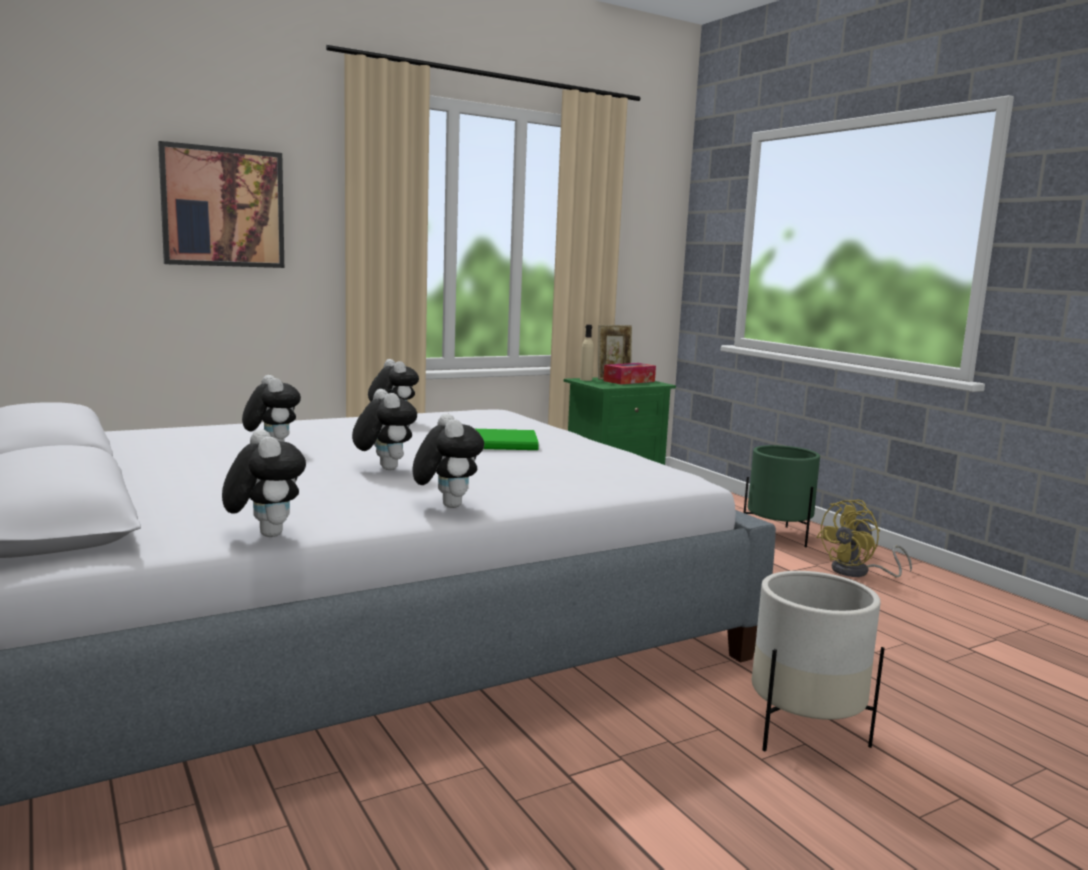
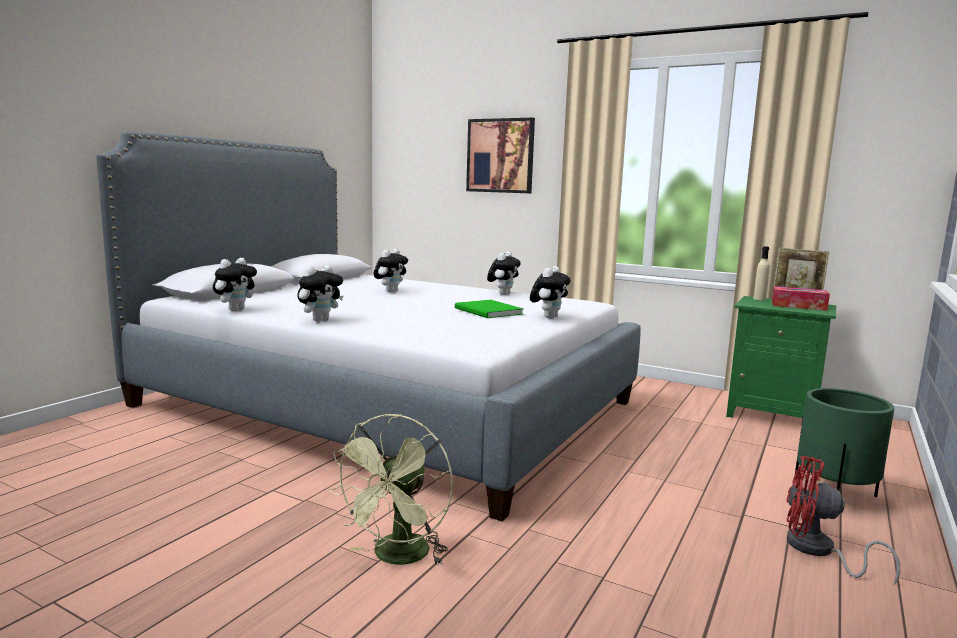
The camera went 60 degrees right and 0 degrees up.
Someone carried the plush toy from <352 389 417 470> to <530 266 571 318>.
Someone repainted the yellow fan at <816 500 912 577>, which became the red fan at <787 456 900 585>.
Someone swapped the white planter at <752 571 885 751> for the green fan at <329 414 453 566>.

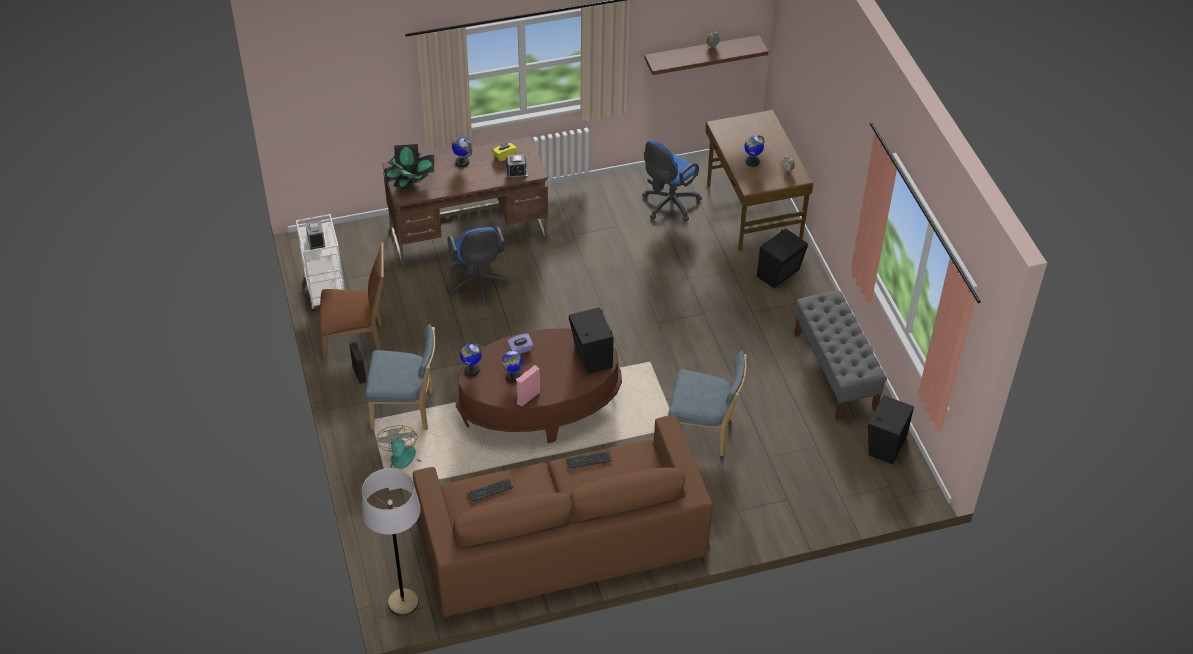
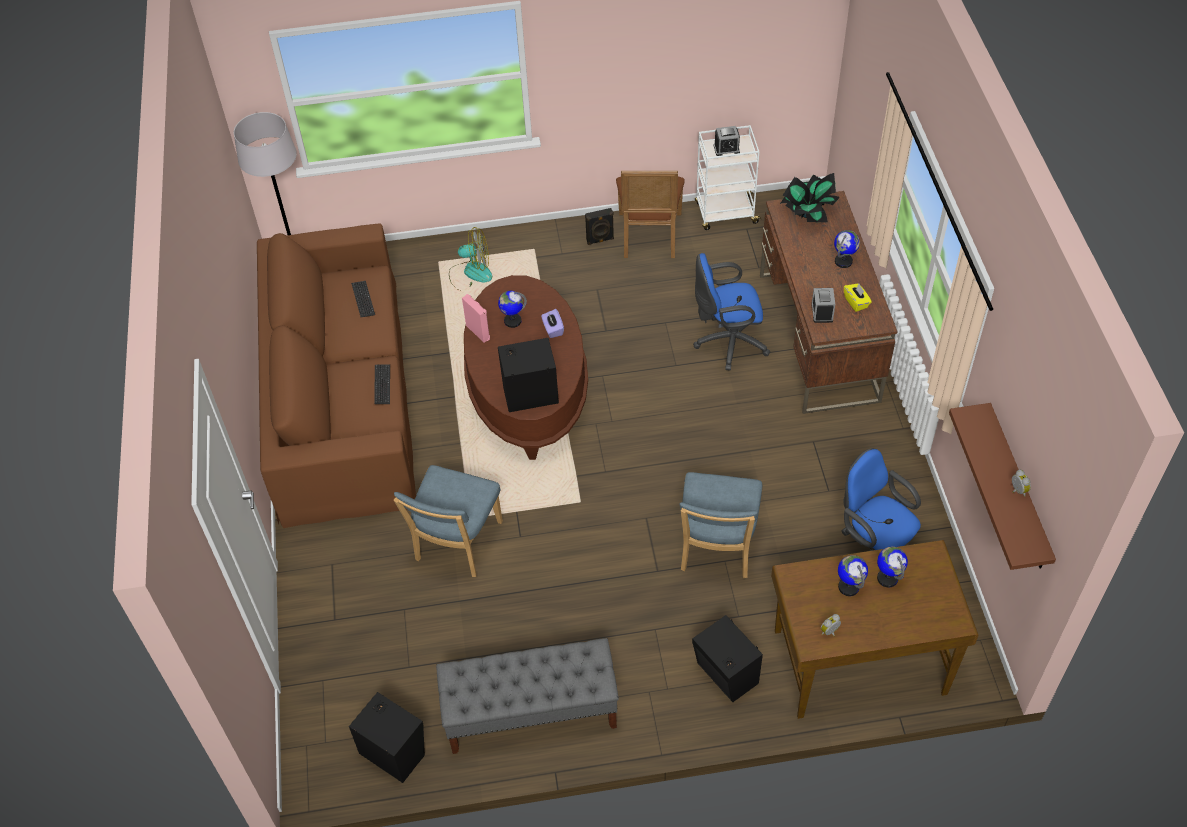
The camera went 100 degrees right and 5 degrees up.
Someone carried the blue chair from <365 324 435 431> to <679 472 762 578>.
Someone carried the globe from <460 344 483 376> to <877 546 908 588>.

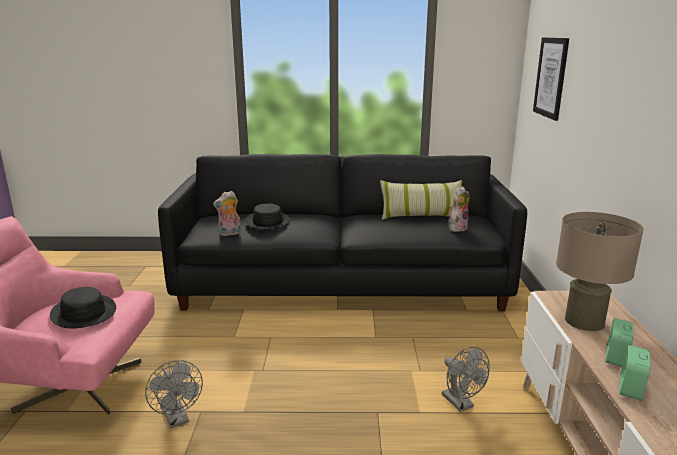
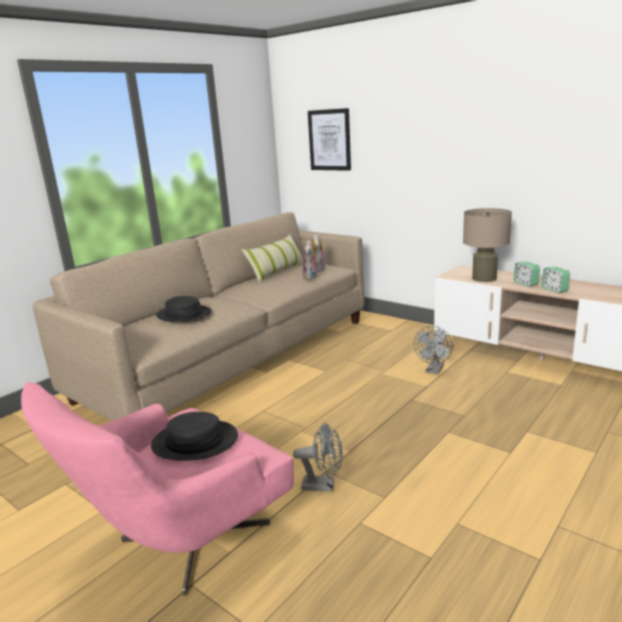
The camera went 50 degrees left and 0 degrees up.
Someone repainted the black sofa at <158 154 527 312>, which became the beige sofa at <33 212 365 421>.
Someone carried the plush toy from <213 191 241 236> to <302 240 319 280>.
Someone rotated the grey fan at <442 347 490 412> by 105 degrees clockwise.

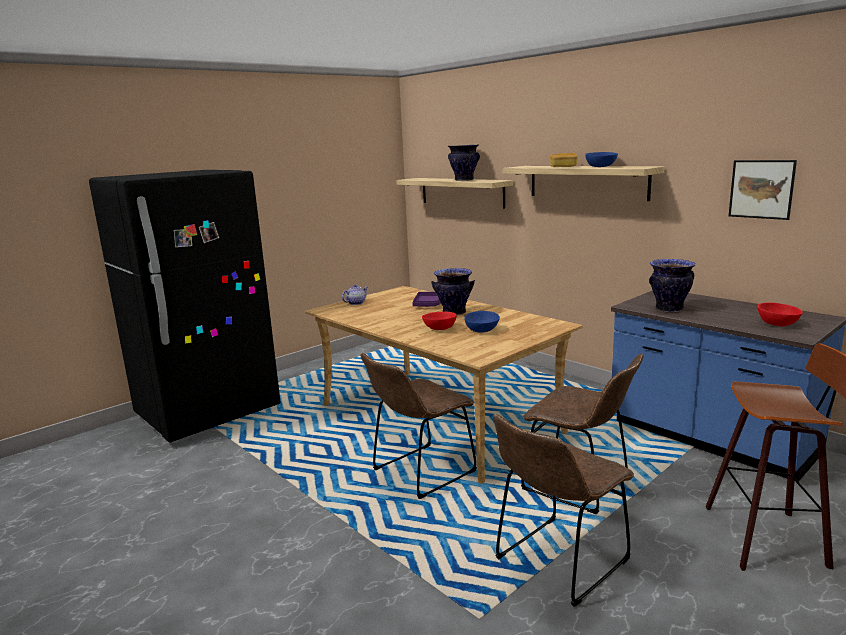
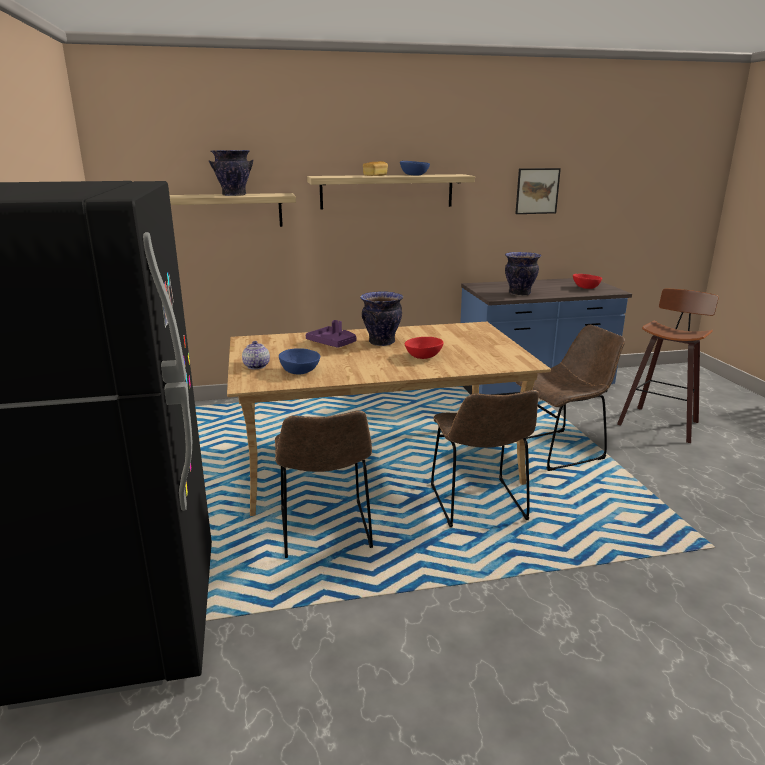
The camera went 60 degrees left and 5 degrees up.
Someone carried the blue bowl from <464 311 500 333> to <279 348 320 375>.
Someone carried the brown chair from <493 415 634 607> to <275 410 373 558>.

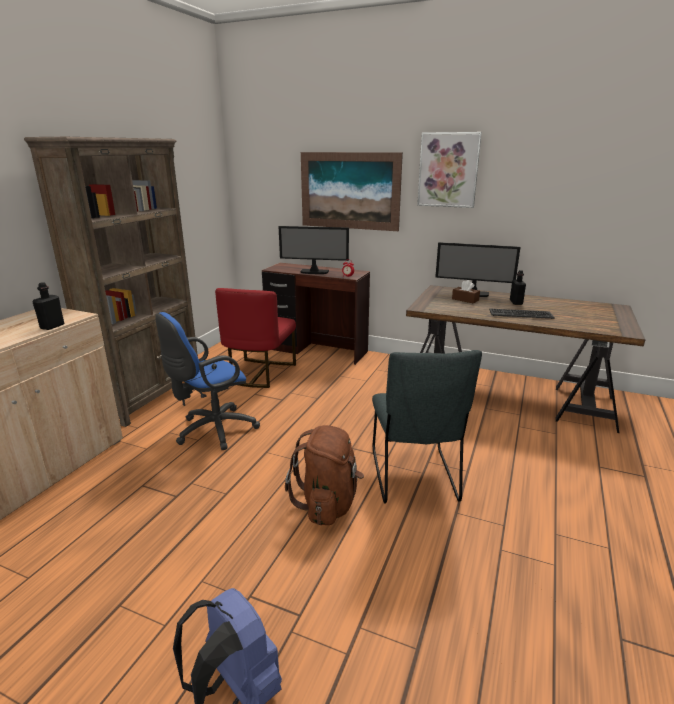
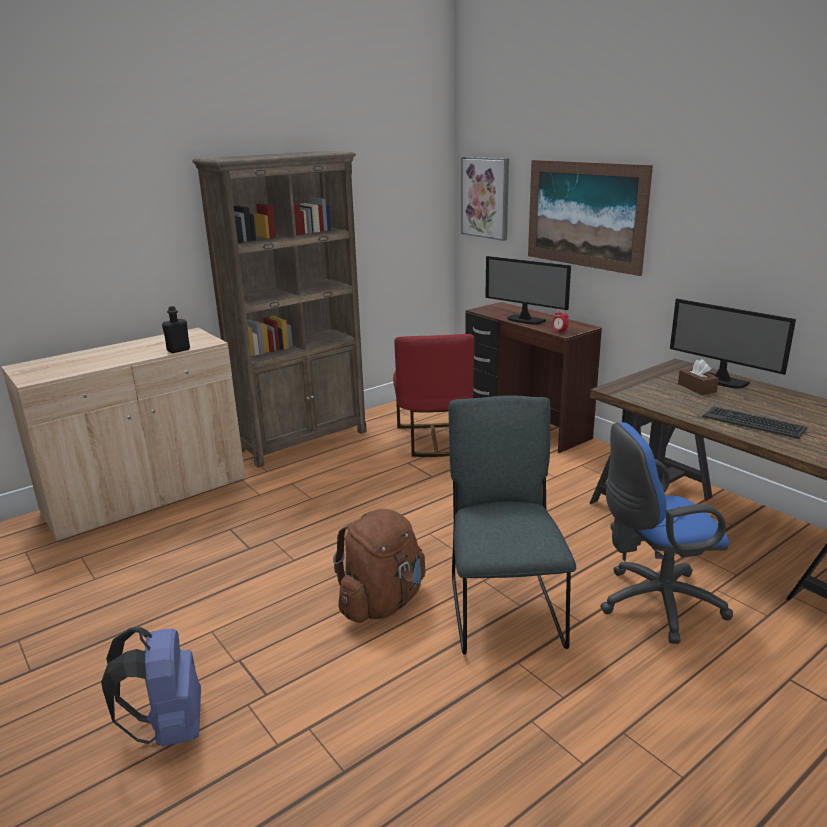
The camera went 30 degrees right and 0 degrees up.
Someone carried the picture from <417 132 482 208> to <461 157 509 241>.
Someone took away the black bottle at <510 270 526 305>.
Someone rotated the red chair at <215 288 296 388> by 45 degrees counterclockwise.
Someone carried the blue office chair from <155 312 260 450> to <600 422 733 644>.
Someone rotated the grey chair at <372 350 482 504> by 150 degrees clockwise.

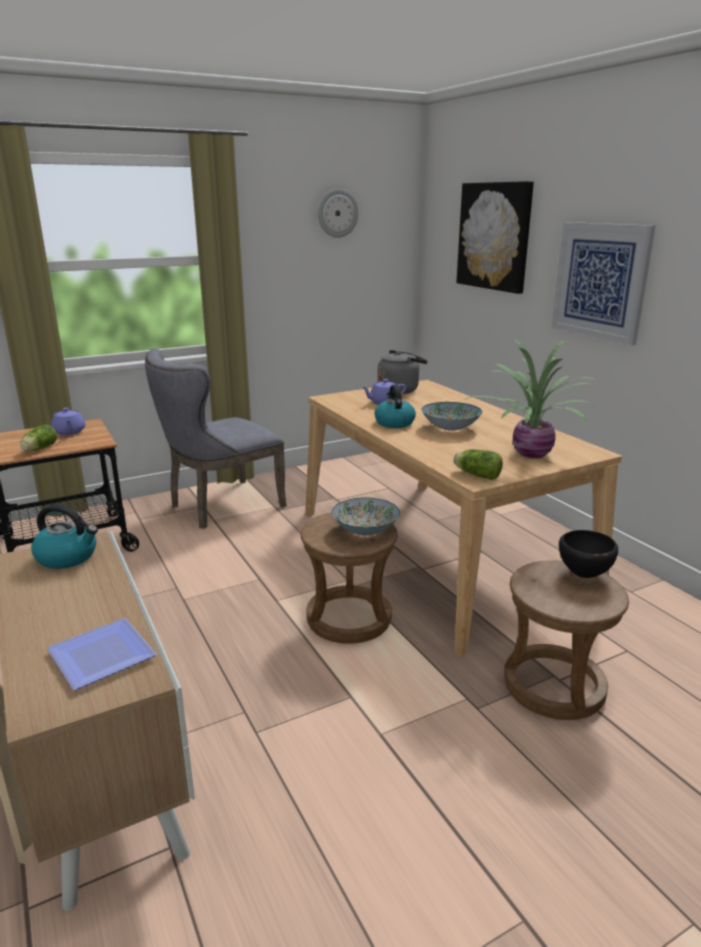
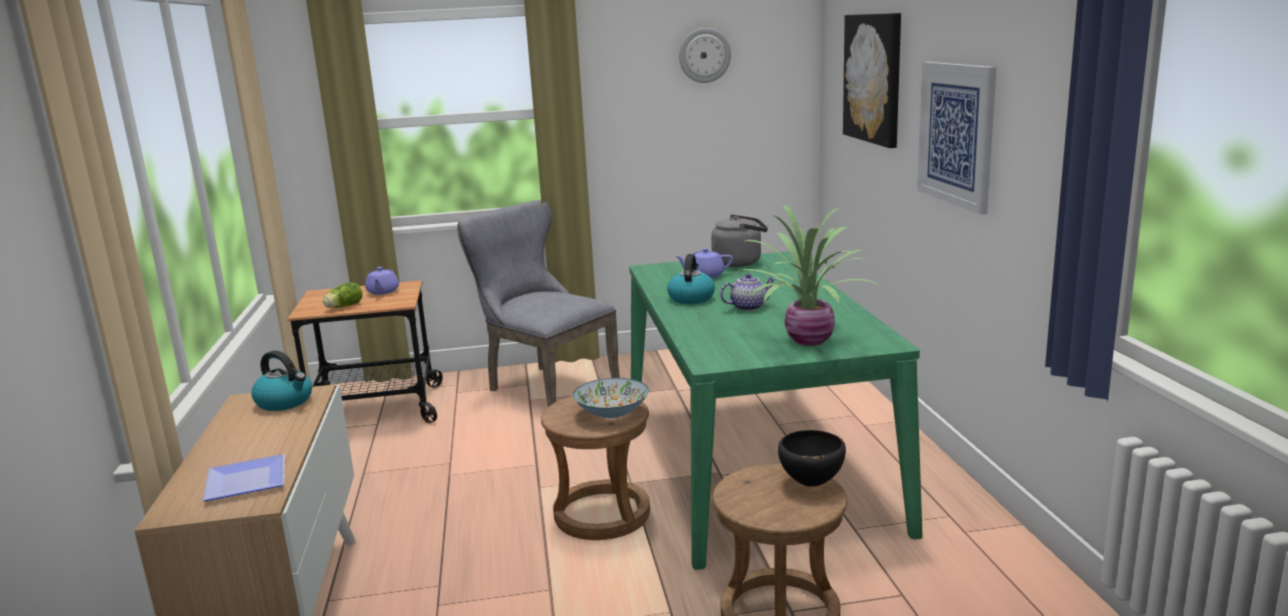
The camera went 20 degrees right and 5 degrees down.
Someone rotated the grey chair at <145 348 287 529> by 60 degrees clockwise.
Someone repainted the beige dining table at <305 380 622 656>, which became the green dining table at <629 252 923 570>.
Someone swapped the bowl at <421 402 482 431> for the teapot at <720 273 775 311>.
Someone took away the lettuce at <453 449 503 480>.

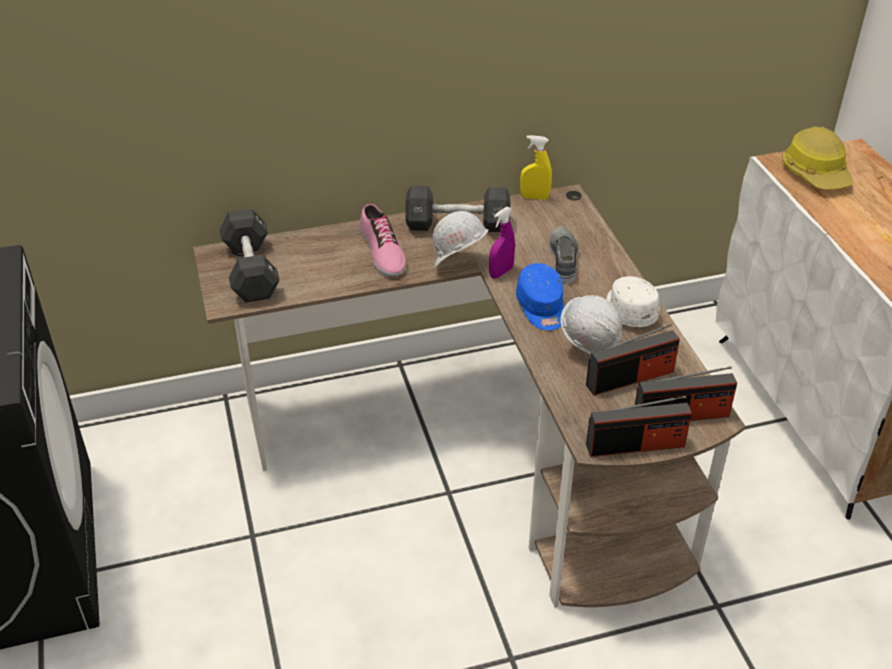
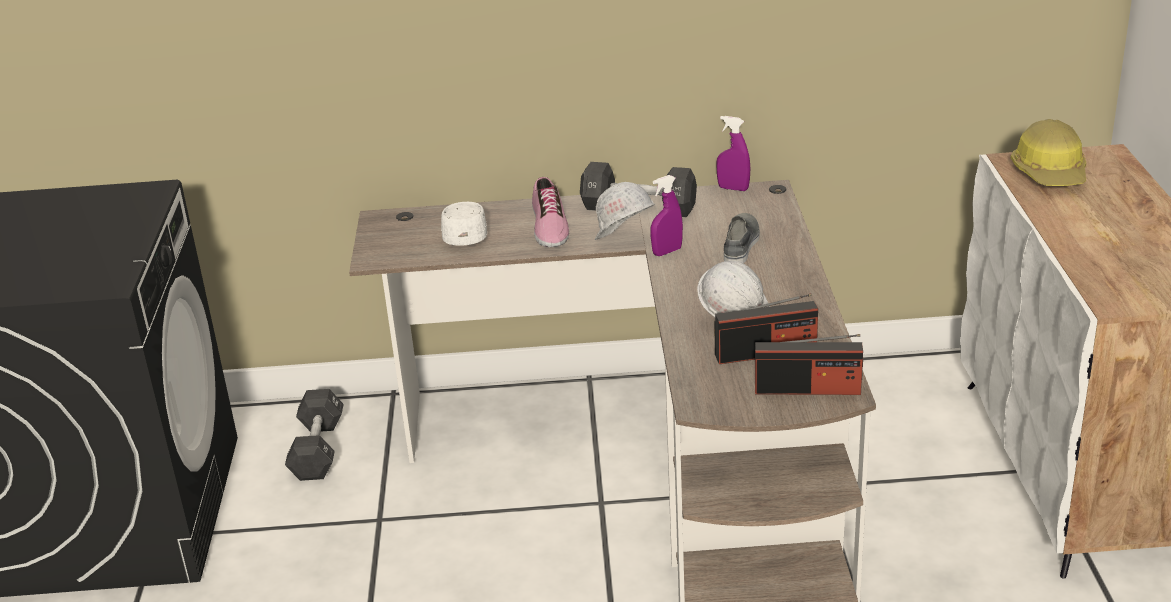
The camera went 15 degrees right and 10 degrees down.
Someone repainted the yellow spray bottle at <520 135 552 200>, which became the purple spray bottle at <716 116 750 191>.
Someone carried the black dumbbell from <220 208 280 303> to <285 389 344 481>.
Someone took away the blue cap at <516 263 564 331>.
Someone carried the white cap from <607 276 659 327> to <441 202 487 246>.
Someone took away the radio at <586 396 692 457>.

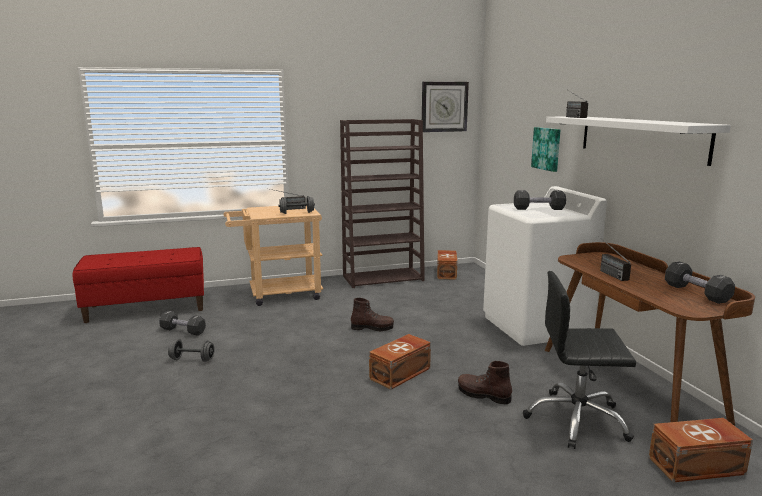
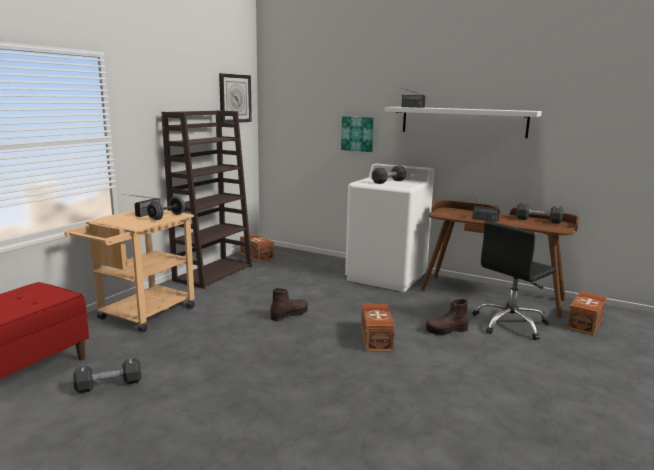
The camera went 45 degrees left and 0 degrees up.
Someone took away the grey dumbbell at <168 339 215 362>.

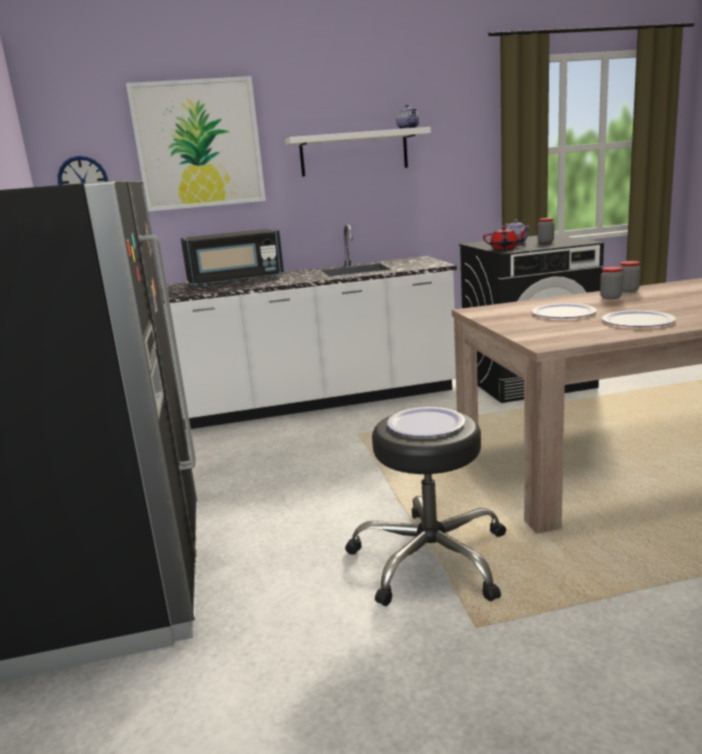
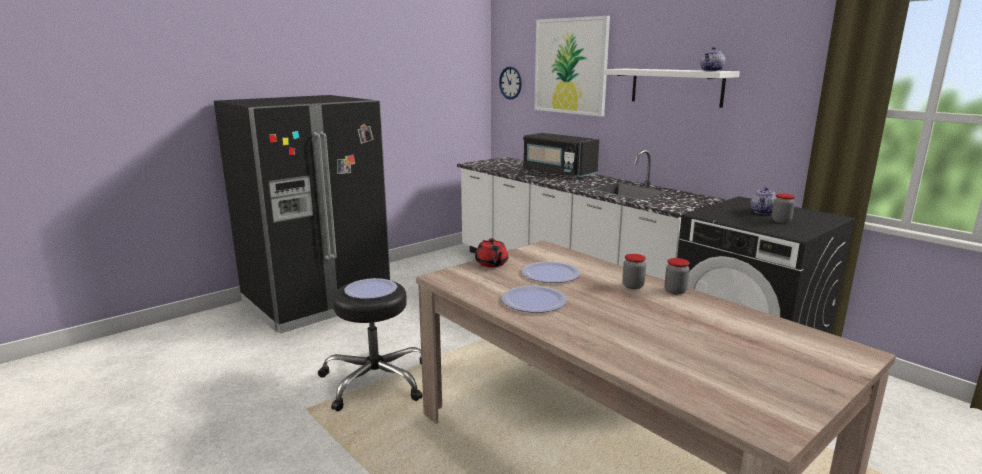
The camera went 60 degrees right and 0 degrees up.
Someone carried the red teapot from <483 226 529 249> to <475 238 508 267>.

